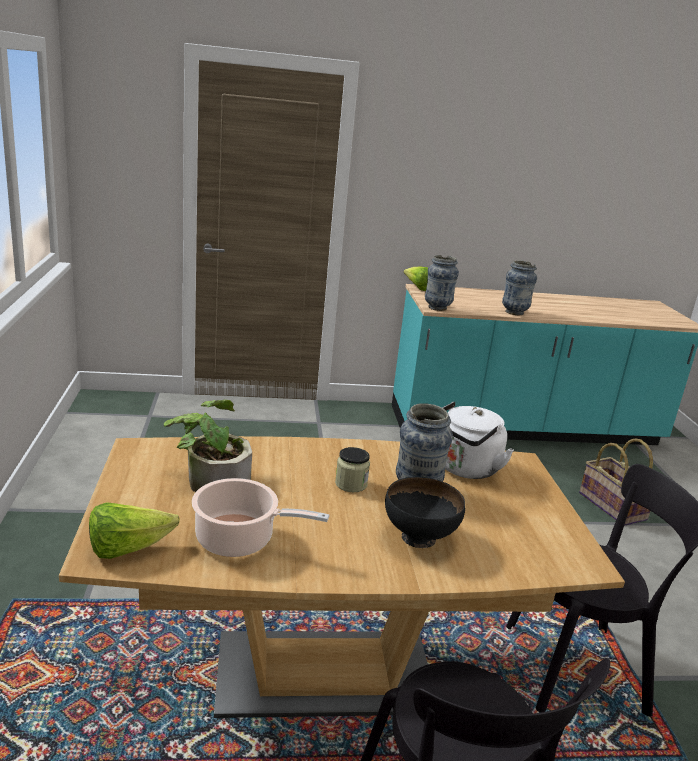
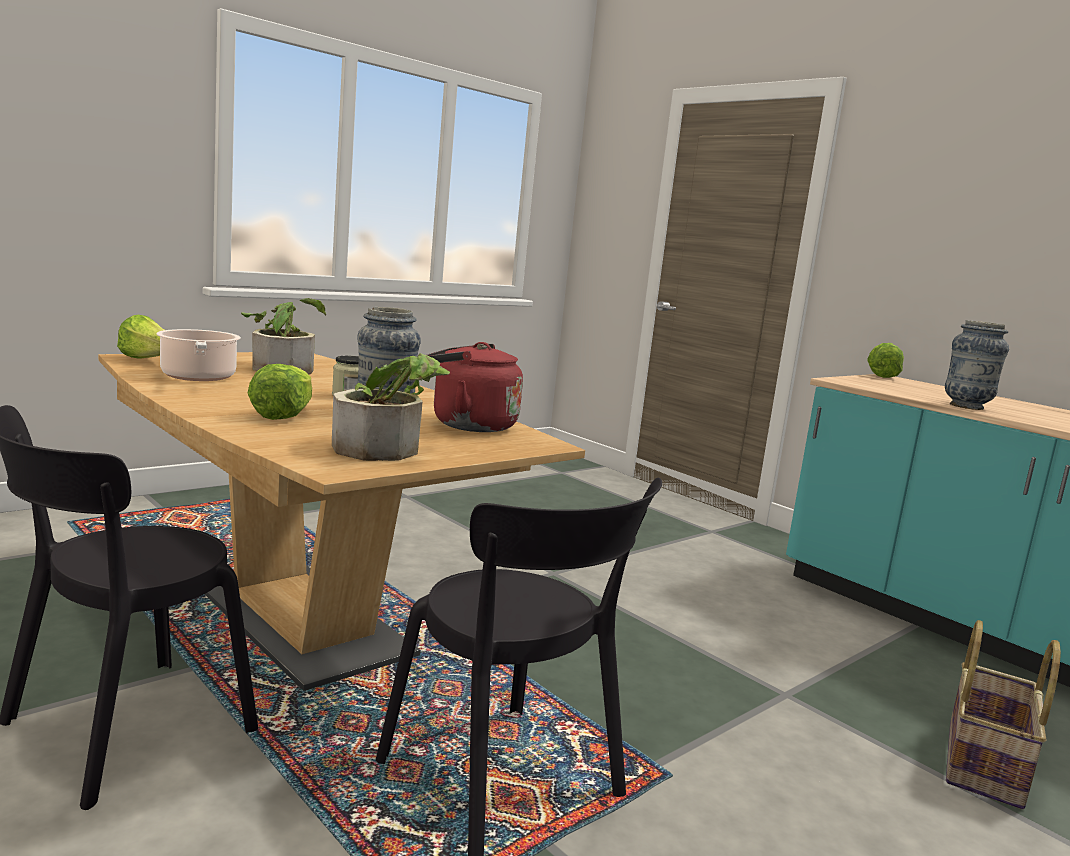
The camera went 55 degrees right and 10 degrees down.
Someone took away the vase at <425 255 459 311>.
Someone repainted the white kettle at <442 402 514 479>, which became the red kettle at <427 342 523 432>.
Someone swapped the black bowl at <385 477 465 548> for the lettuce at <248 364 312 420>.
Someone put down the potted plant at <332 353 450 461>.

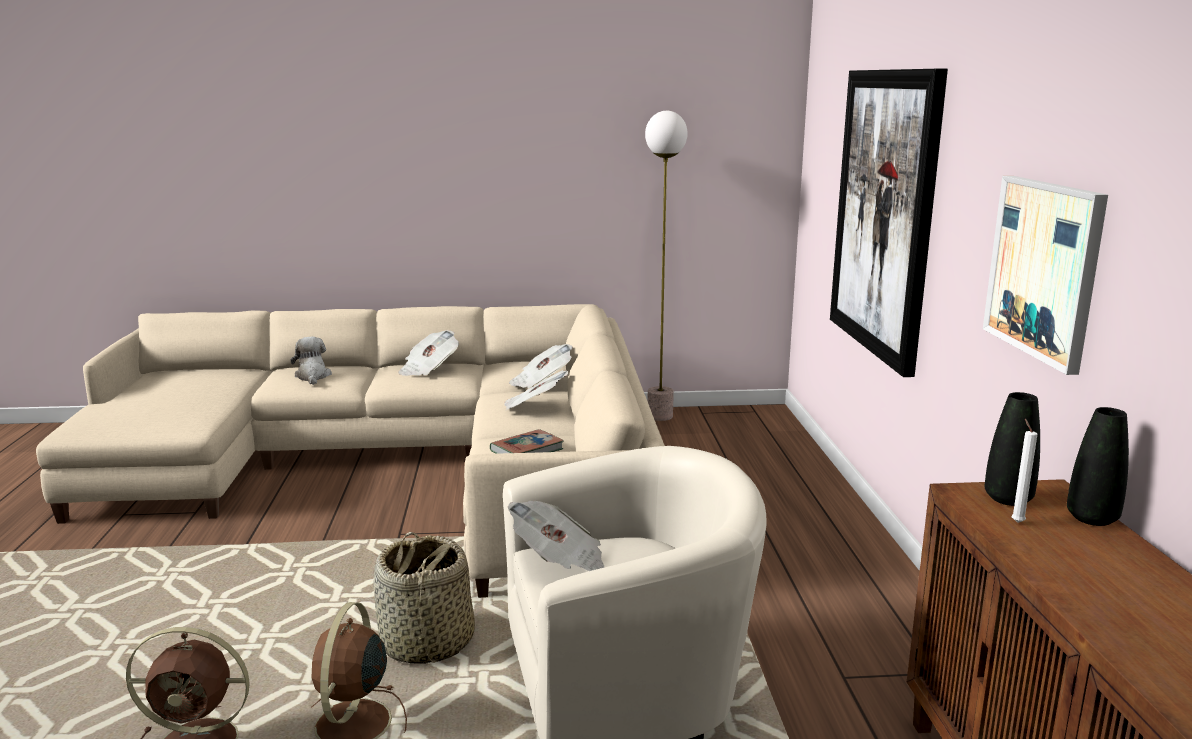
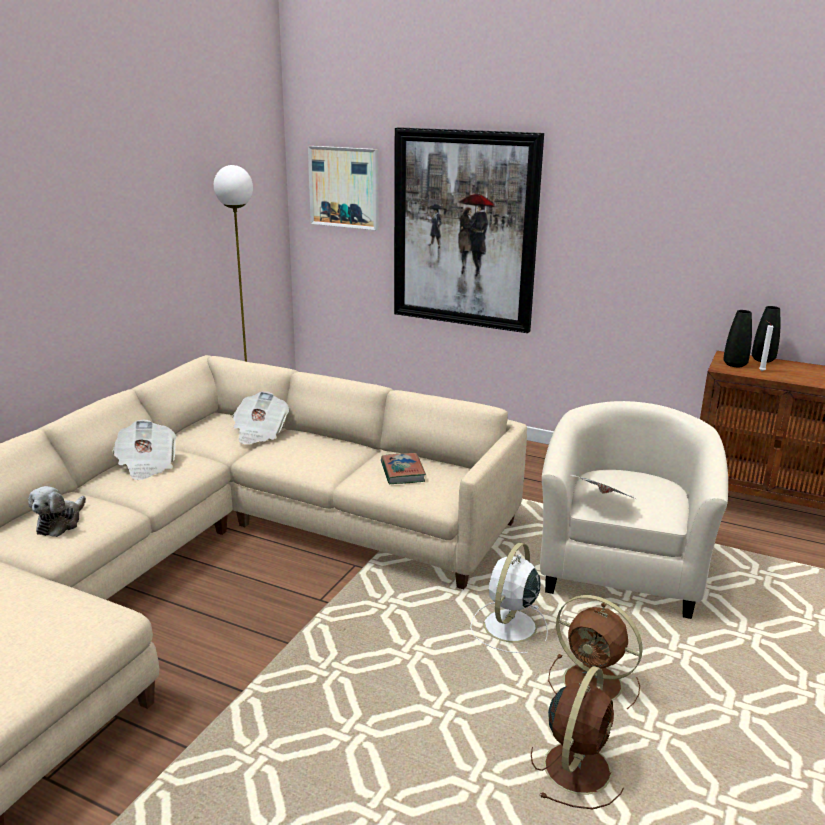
The camera went 60 degrees left and 5 degrees up.
Someone carried the picture from <983 176 1108 375> to <308 146 378 230>.
Someone rotated the plush toy at <290 337 332 385> by 90 degrees counterclockwise.
Someone took away the newspaper at <504 370 568 410>.
Someone swapped the basket at <373 532 475 664> for the white fan at <470 543 548 653>.

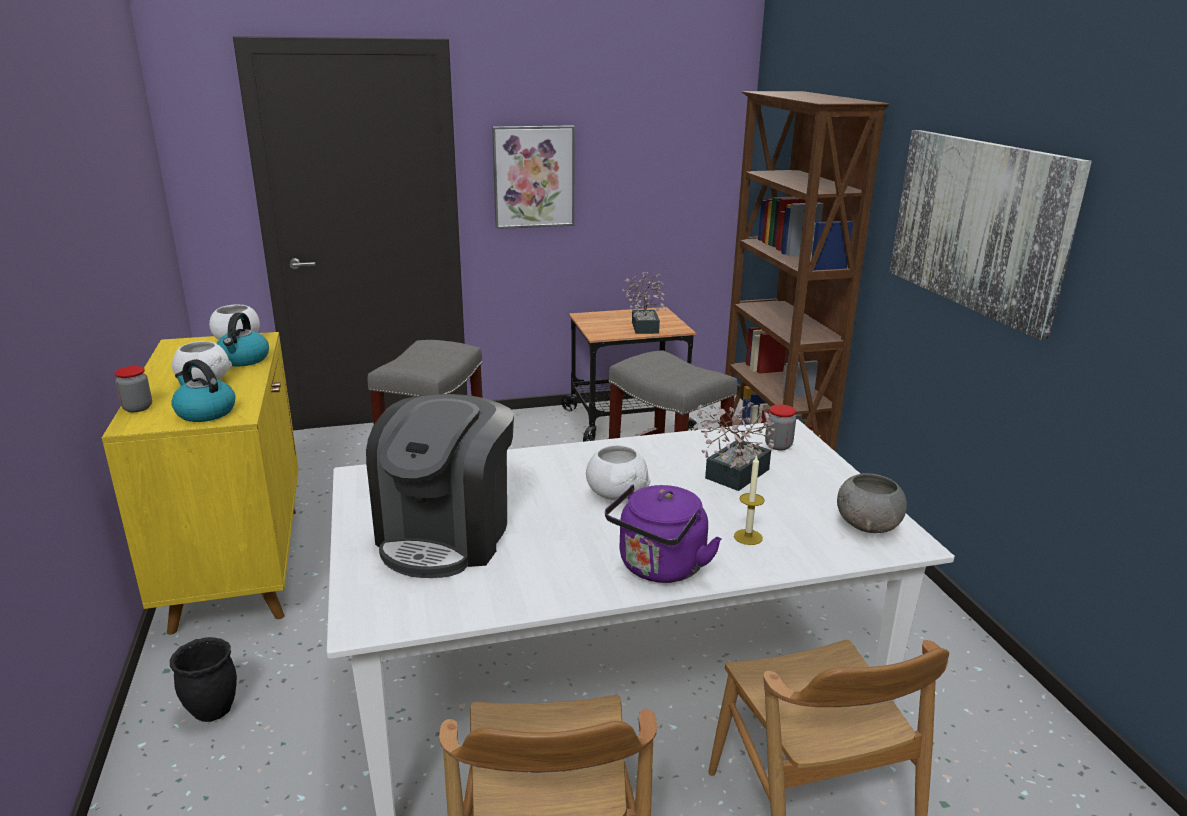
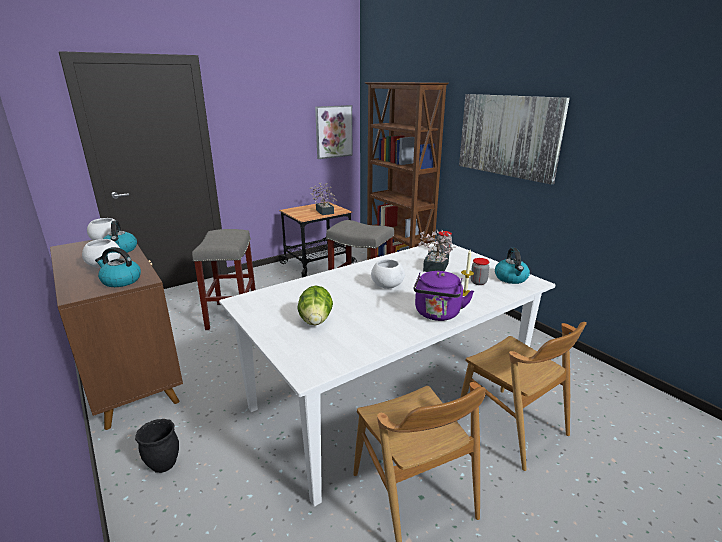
The camera went 20 degrees left and 0 degrees up.
Someone carried the picture from <492 125 575 229> to <315 105 353 159>.
Someone repainted the yellow cabinet at <102 332 299 635>, which became the brown cabinet at <50 240 183 430>.
Someone carried the jar from <114 366 152 412> to <471 258 489 285>.
Someone swapped the coffee machine at <366 394 514 578> for the lettuce at <297 286 333 325>.
Someone swapped the grey bowl at <837 473 907 533> for the kettle at <495 248 530 284>.

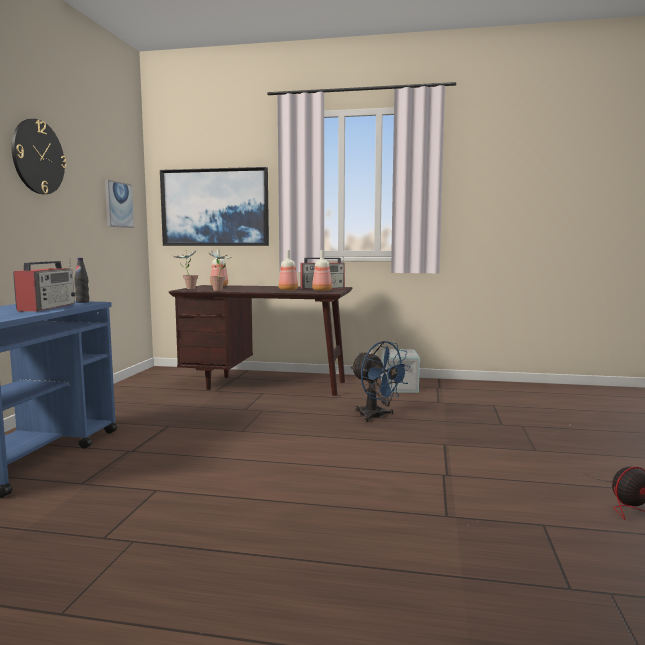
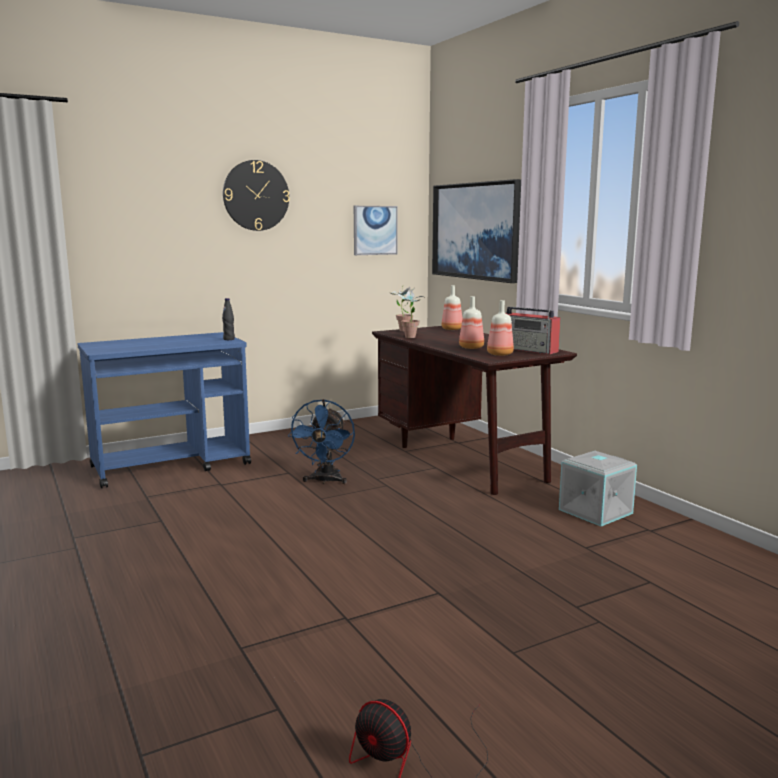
The camera went 50 degrees right and 5 degrees up.
Someone took away the radio at <13 258 76 312>.
Someone carried the blue fan from <351 341 411 422> to <288 399 355 484>.

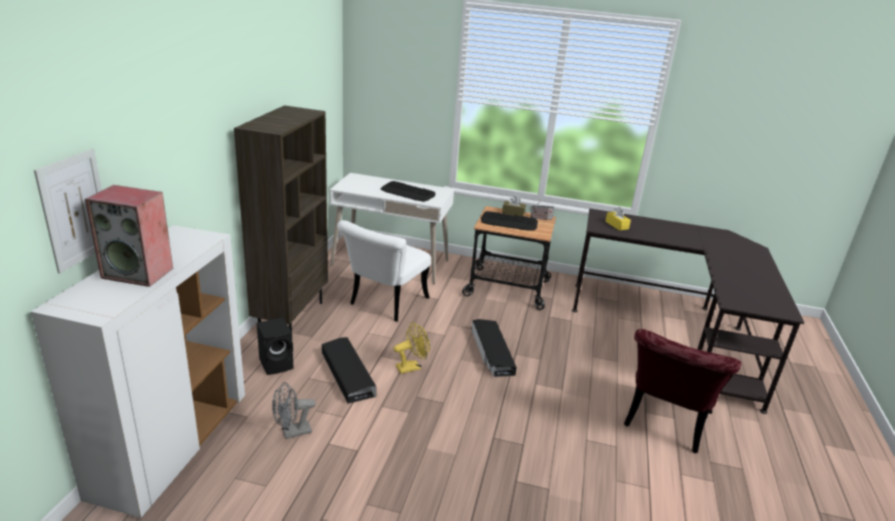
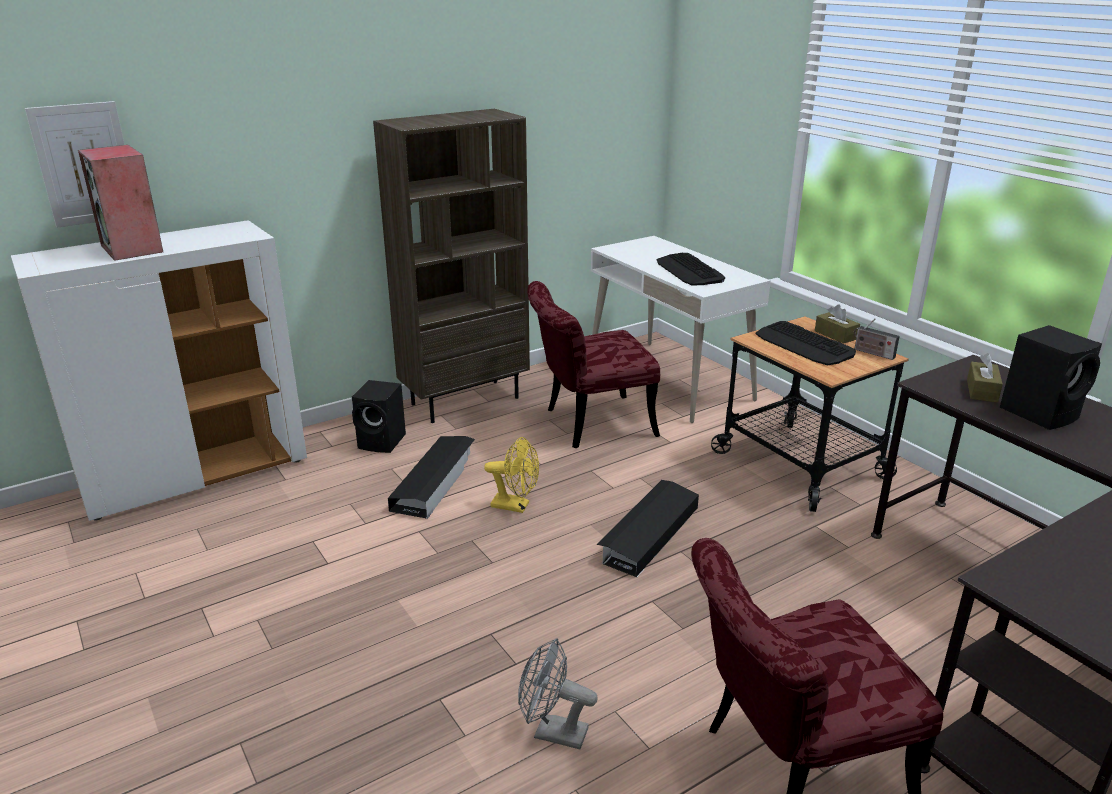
The camera went 45 degrees right and 0 degrees up.
Someone repainted the yellow tissue box at <605 207 631 231>, which became the brown tissue box at <967 353 1003 403>.
Someone repainted the white chair at <337 220 431 321>, which became the red chair at <527 281 660 448>.
Someone carried the grey fan from <272 382 316 439> to <518 639 598 749>.
Someone put down the black speaker at <1000 325 1102 430>.

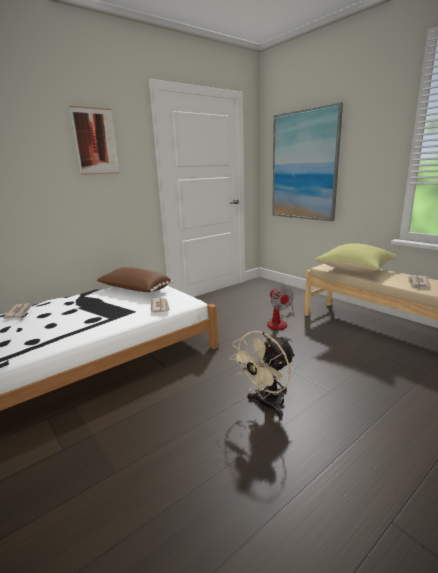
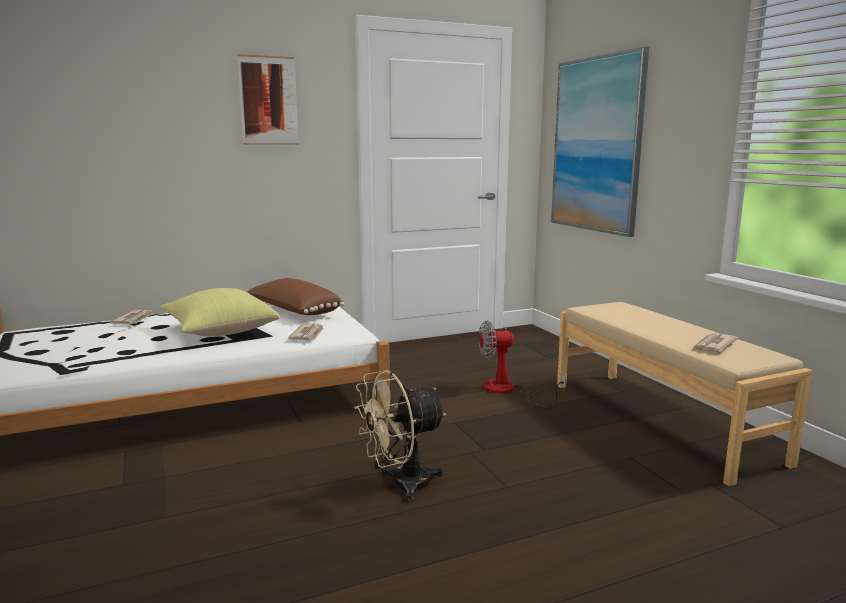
The camera went 15 degrees right and 5 degrees down.
Someone carried the yellow pillow from <313 243 398 273> to <159 288 280 336>.
Someone rotated the fan at <267 286 294 330> by 90 degrees clockwise.

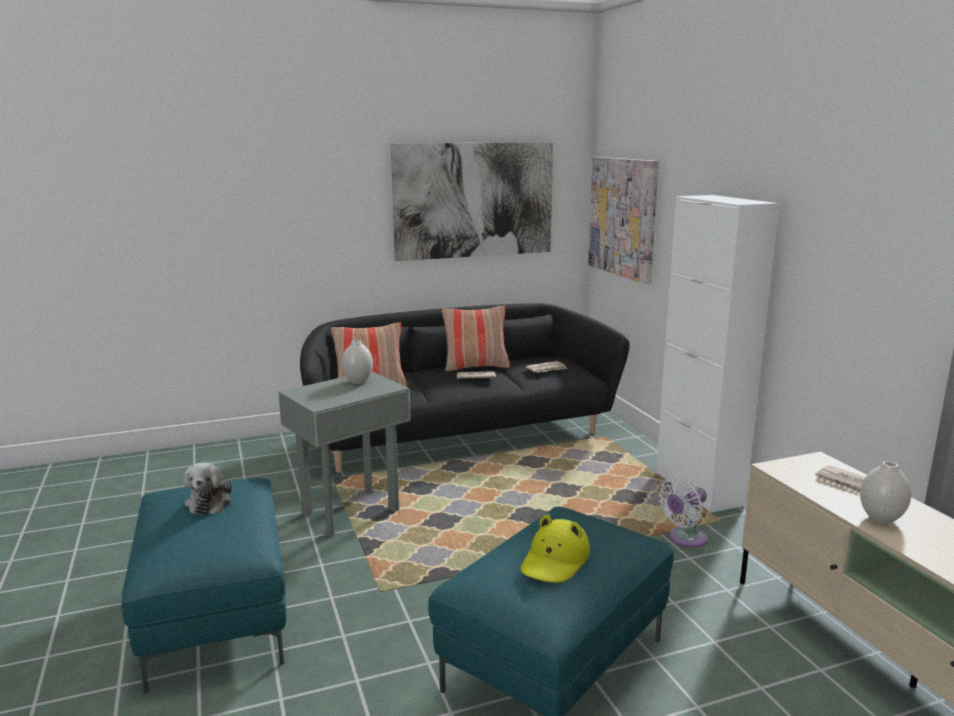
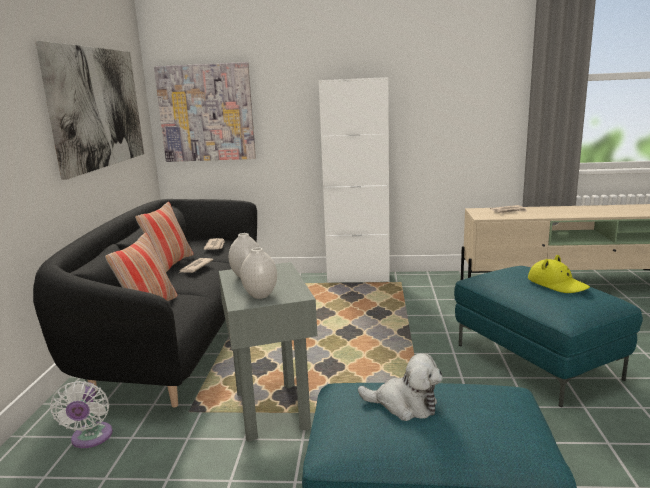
The camera went 65 degrees left and 0 degrees up.
Someone carried the white vase from <860 461 911 524> to <240 248 277 299>.
Someone carried the white fan from <659 477 708 547> to <50 381 113 448>.

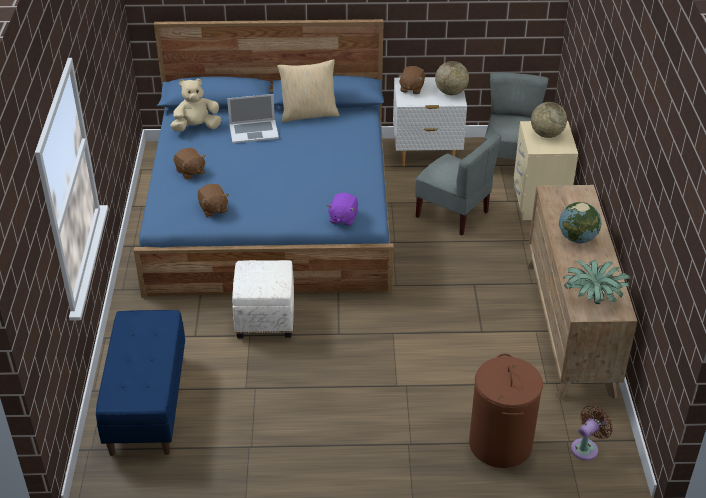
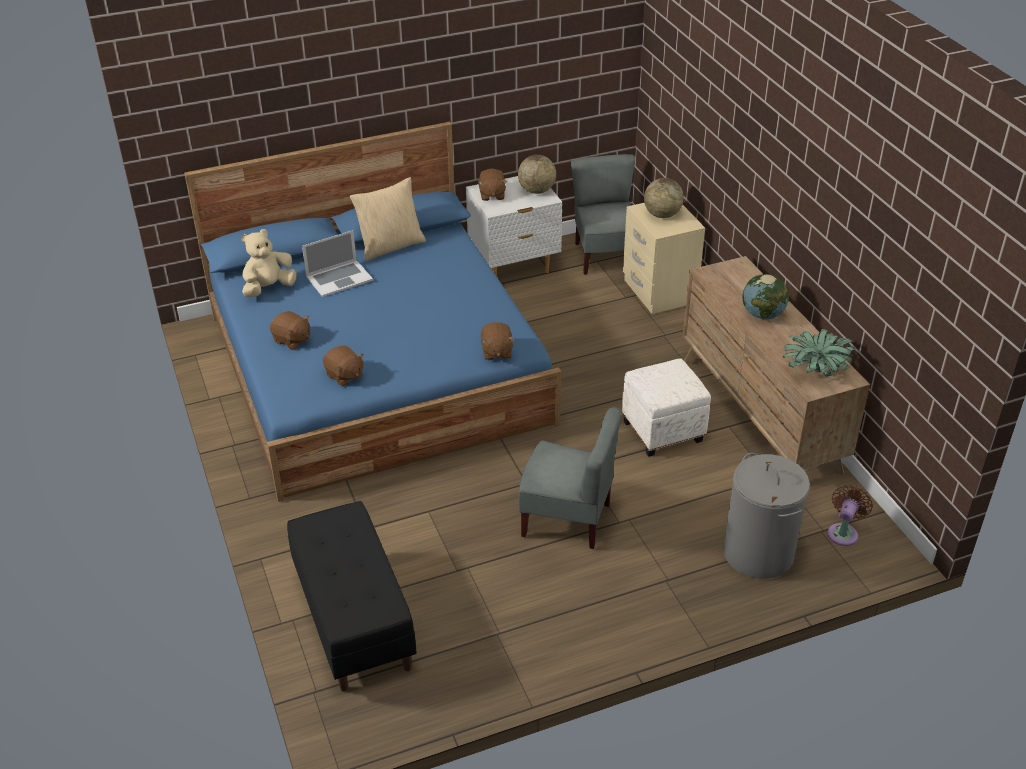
The camera went 20 degrees left and 0 degrees up.
Someone carried the grey chair from <415 134 501 235> to <518 407 622 549>.
Someone repainted the purple plush toy at <327 193 358 226>, which became the brown plush toy at <481 322 515 360>.
Someone carried the white ottoman from <232 260 294 338> to <622 358 711 457>.
Someone repainted the blue bench at <96 310 185 456>, which became the black bench at <287 501 417 692>.
Someone repainted the brown laundry basket at <469 353 543 468>, which became the grey laundry basket at <723 453 810 579>.

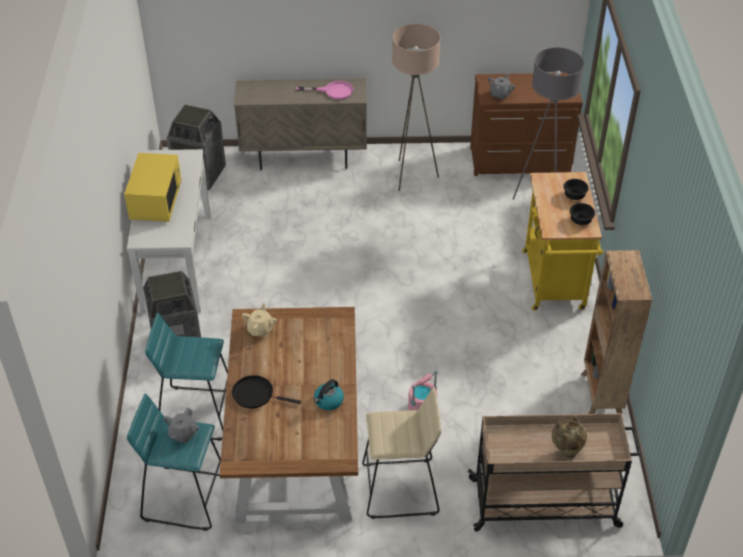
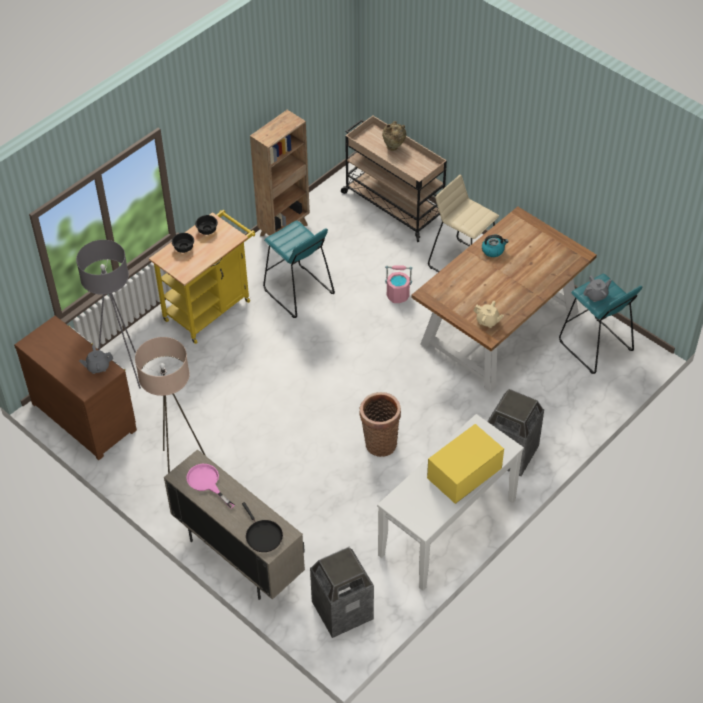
The camera went 135 degrees left and 5 degrees up.
Someone rotated the beige teapot at <242 303 277 337> by 120 degrees counterclockwise.
Someone carried the turquoise stool from <145 313 228 441> to <263 220 335 318>.
Someone carried the black frying pan from <232 375 301 409> to <242 502 283 552>.
Someone put down the basket at <360 392 401 457>.

